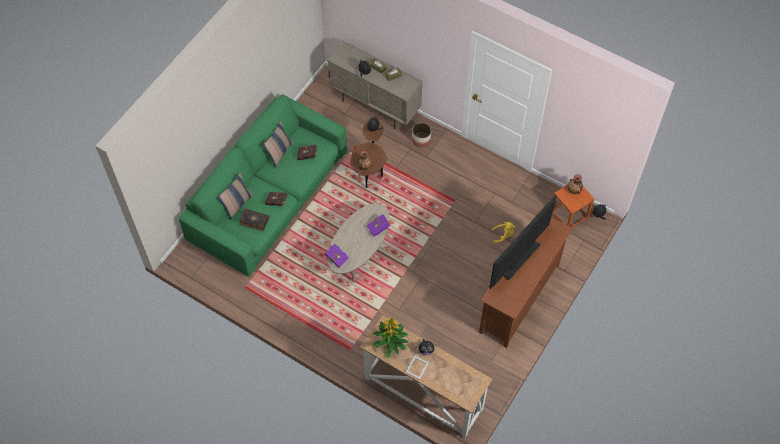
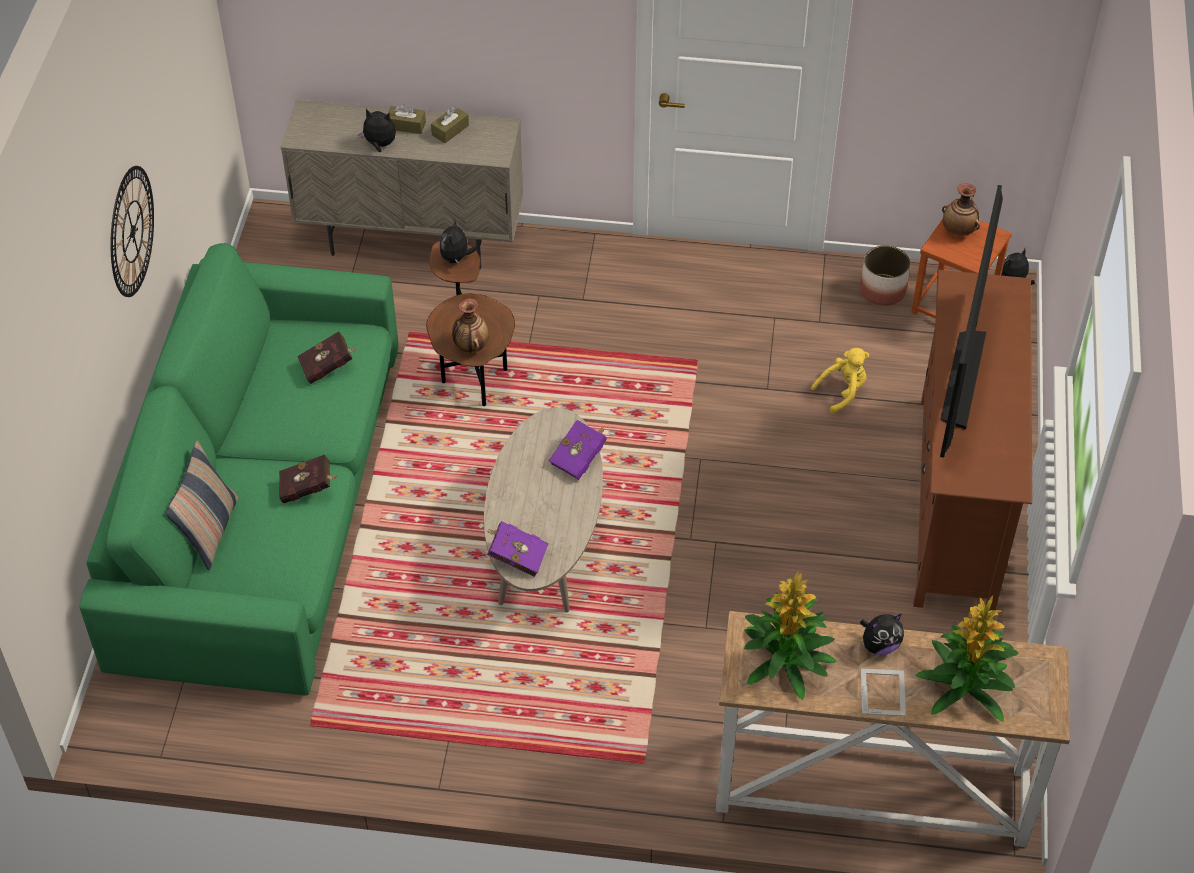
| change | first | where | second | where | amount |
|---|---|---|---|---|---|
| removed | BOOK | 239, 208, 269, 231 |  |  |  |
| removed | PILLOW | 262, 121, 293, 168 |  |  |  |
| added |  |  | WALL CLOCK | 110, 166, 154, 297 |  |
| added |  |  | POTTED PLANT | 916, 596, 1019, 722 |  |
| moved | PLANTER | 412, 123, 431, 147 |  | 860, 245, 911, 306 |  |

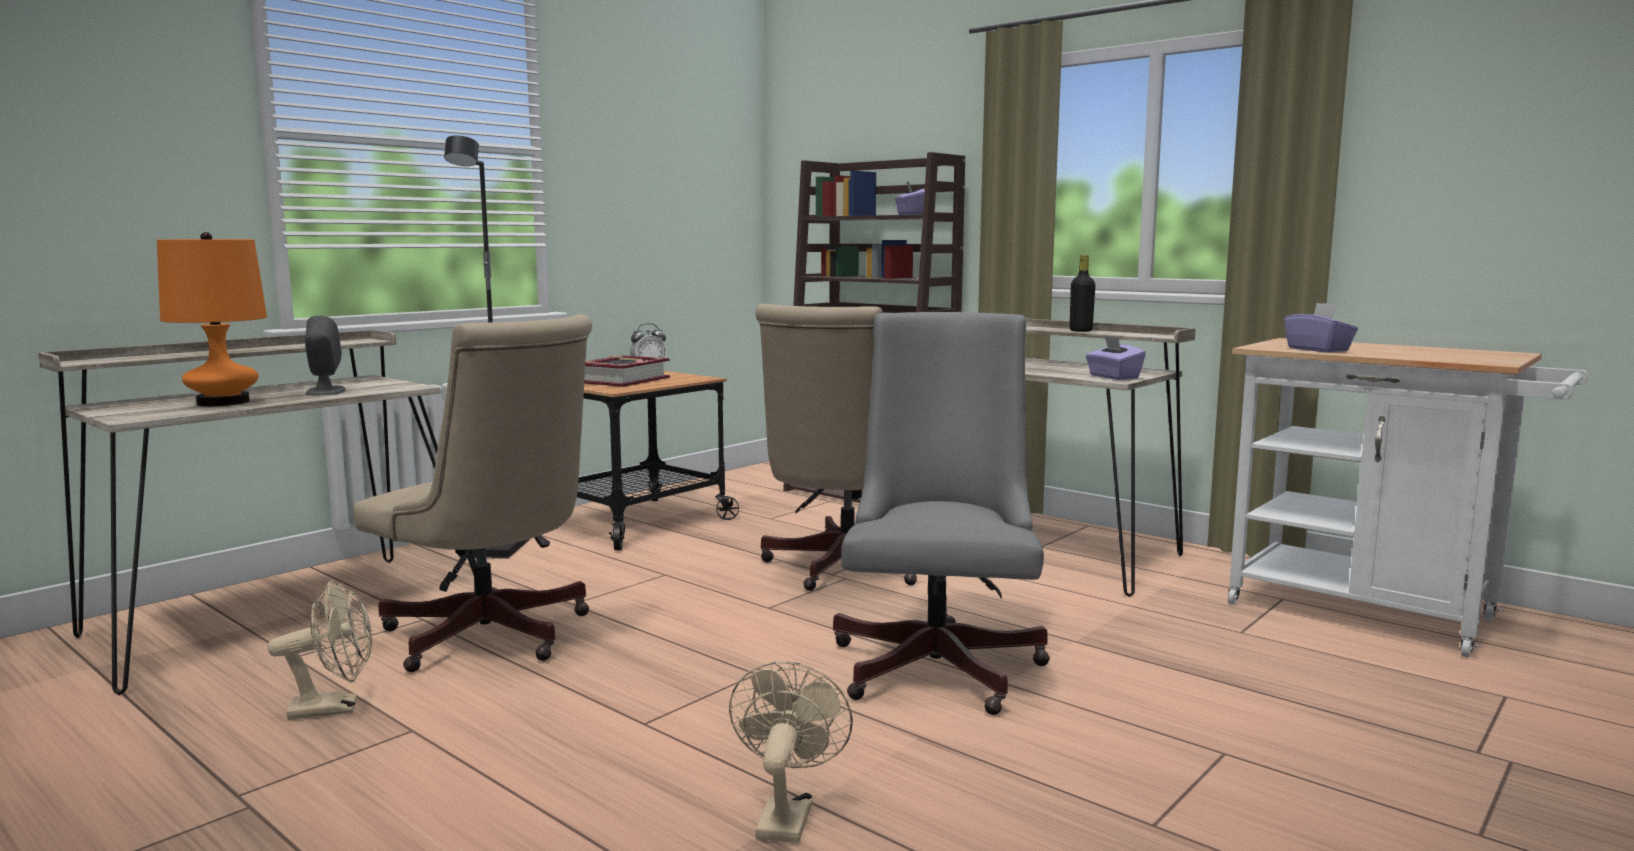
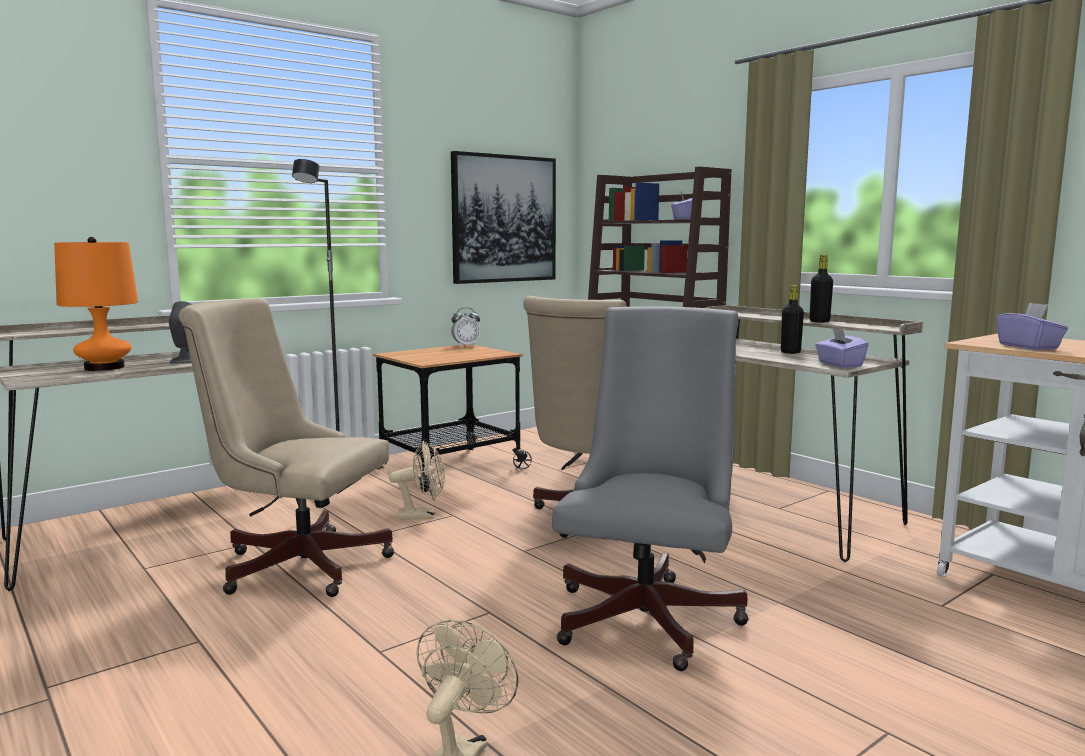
| change | first | where | second | where | amount |
|---|---|---|---|---|---|
| removed | BOOK | 584, 355, 670, 387 |  |  |  |
| added |  |  | PICTURE | 451, 151, 556, 284 |  |
| added |  |  | BLACK BOTTLE | 781, 285, 804, 354 |  |
| moved | BEIGE FAN | 268, 580, 372, 720 |  | 389, 441, 445, 520 |  |
| turned | BEIGE OFFICE CHAIR | 353, 314, 592, 672 |  | 179, 298, 394, 597 | 150 degrees clockwise |

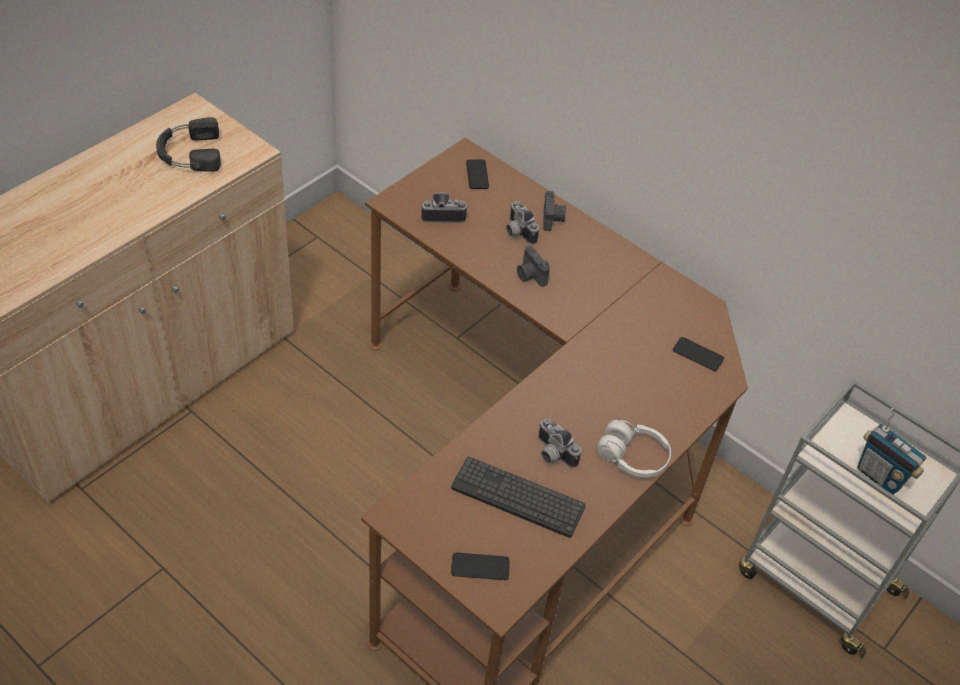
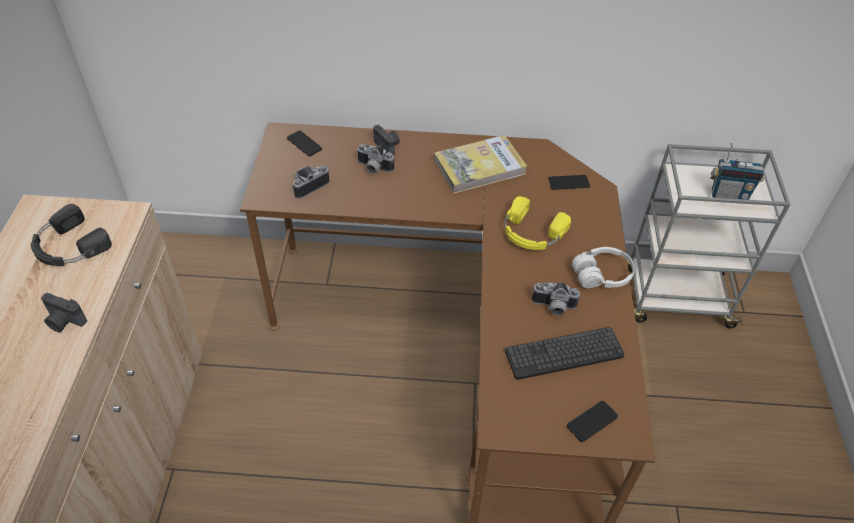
| change | first | where | second | where | amount |
|---|---|---|---|---|---|
| added |  |  | BOOK | 434, 135, 527, 194 |  |
| added |  |  | YELLOW HEADPHONES | 505, 196, 571, 250 |  |
| moved | PHOTO CAMERA | 517, 245, 550, 287 |  | 41, 293, 87, 332 |  |

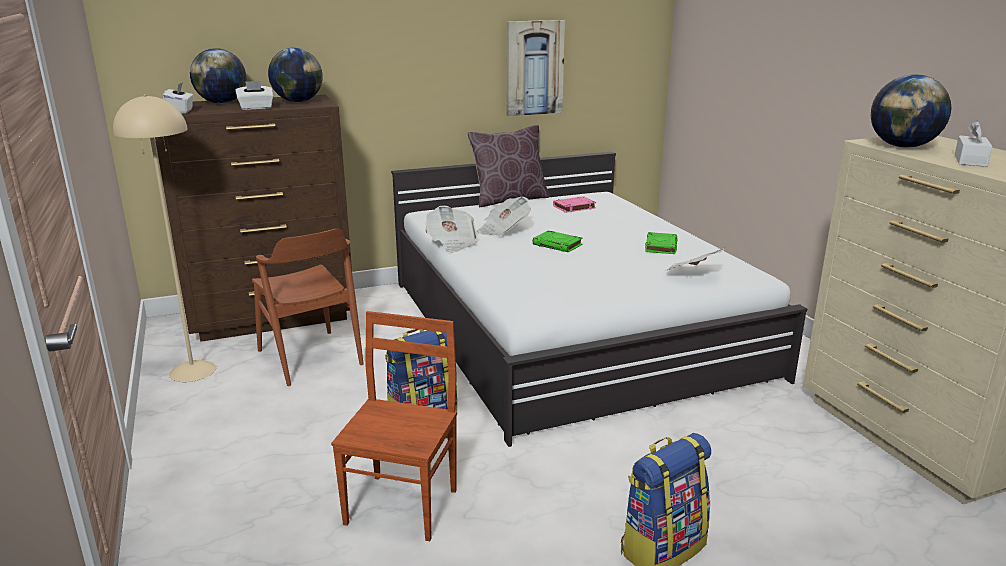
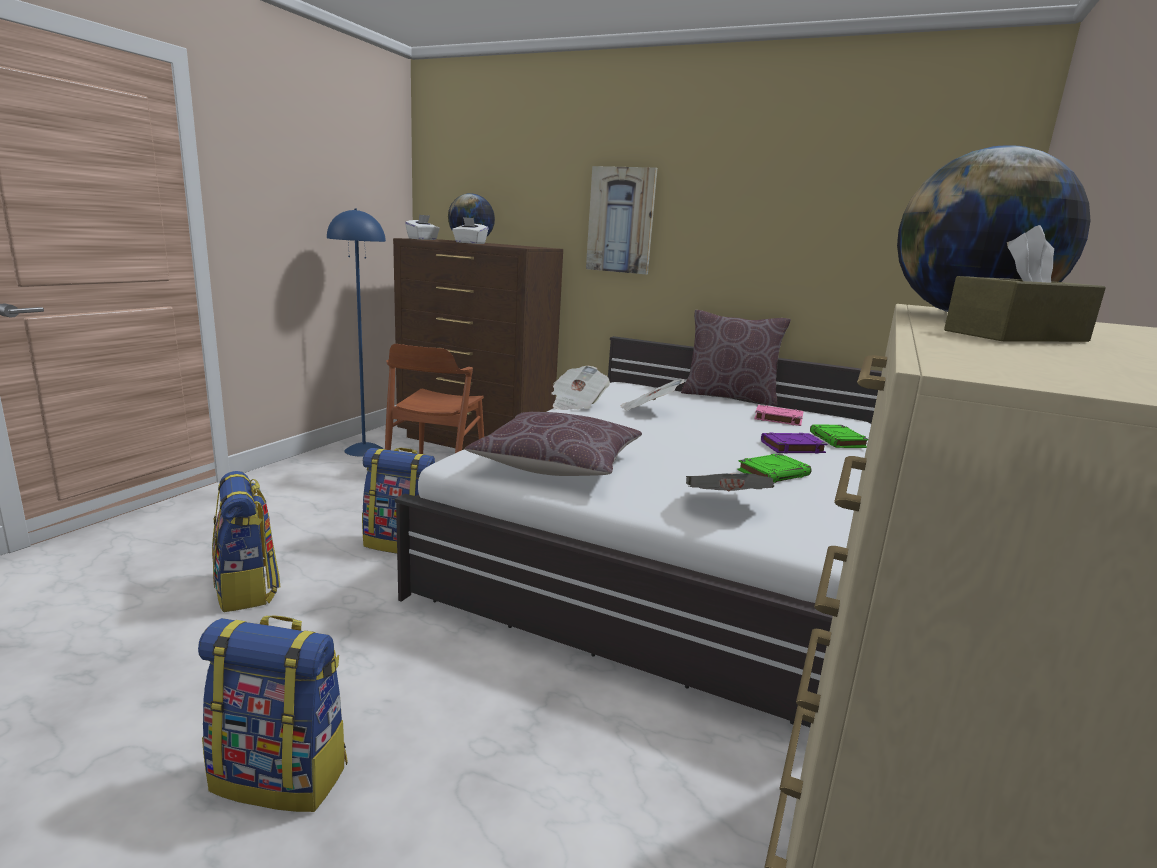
| change | first | where | second | where | amount |
|---|---|---|---|---|---|
| removed | GLOBE | 268, 48, 323, 102 |  |  |  |
| added |  |  | BROWN PILLOW | 465, 412, 642, 476 |  |
| added |  |  | PURPLE BOOK | 761, 432, 827, 454 |  |
| moved | PICTURE | 507, 20, 565, 116 |  | 586, 166, 658, 274 |  |
| moved | GREEN BOOK | 532, 231, 583, 252 |  | 810, 424, 868, 448 |  |
| replaced | BROWN CHAIR | 331, 311, 457, 541 | BACKPACK | 212, 471, 280, 612 |  |
| recoloured | BEIGE FLOOR LAMP | 113, 94, 216, 382 | BLUE FLOOR LAMP | 327, 208, 386, 457 |  |
| recoloured | WHITE TISSUE BOX | 955, 120, 993, 167 | BROWN TISSUE BOX | 944, 225, 1106, 342 |  |

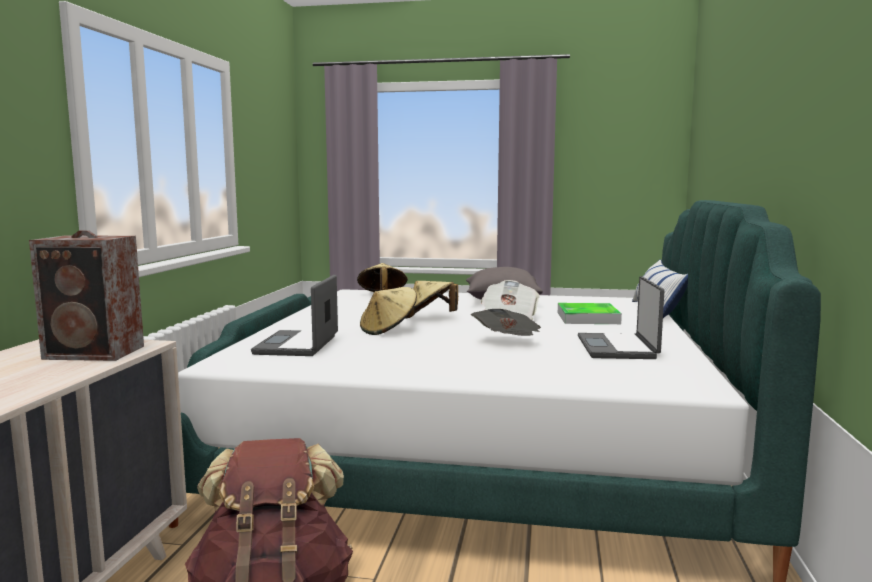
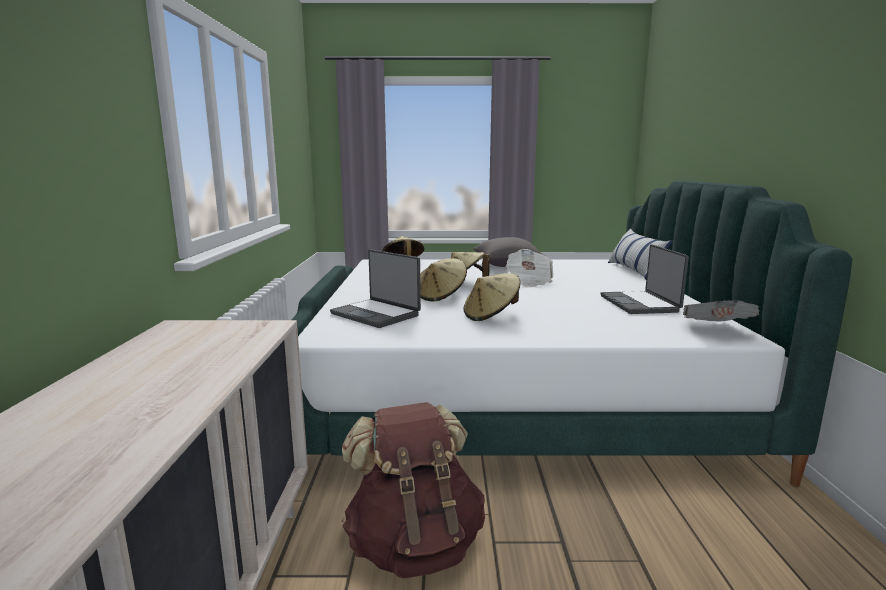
| change | first | where | second | where | amount |
|---|---|---|---|---|---|
| removed | SPEAKER | 29, 230, 144, 361 |  |  |  |
| removed | TRAY | 558, 303, 622, 324 |  |  |  |
| added |  |  | BEIGE HAT | 463, 273, 521, 321 |  |
| moved | NEWSPAPER | 471, 309, 540, 336 |  | 683, 300, 759, 321 |  |
| turned | LAPTOP | 251, 275, 338, 356 |  | 330, 250, 421, 328 | 45 degrees counterclockwise |

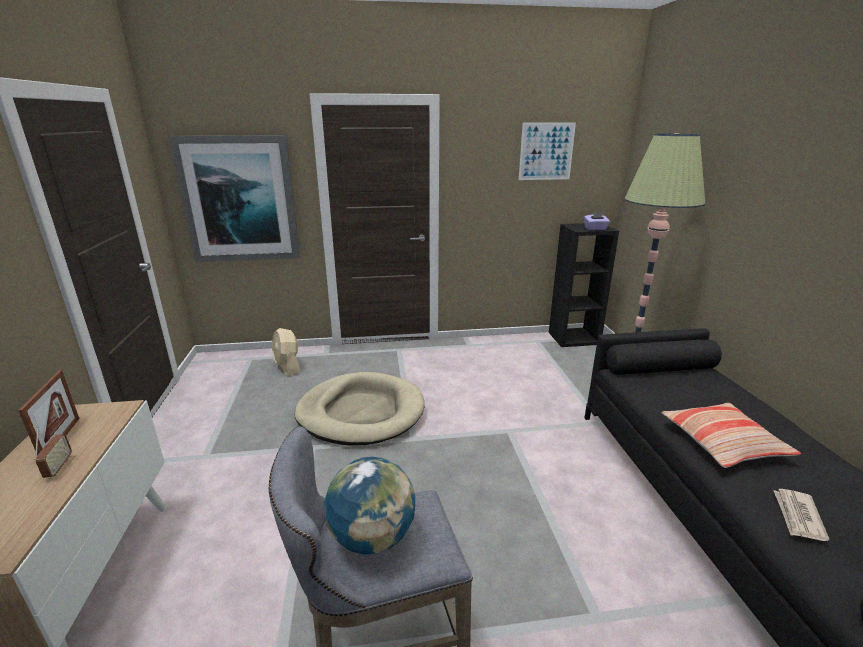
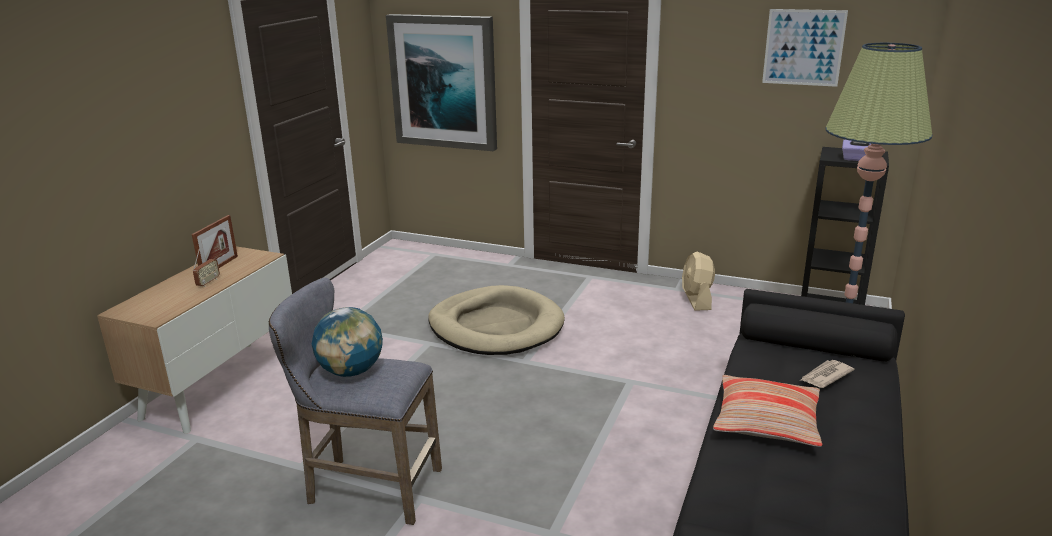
| change | first | where | second | where | amount |
|---|---|---|---|---|---|
| moved | BEIGE FAN | 272, 328, 301, 376 |  | 682, 251, 715, 311 |  |
| moved | NEWSPAPER | 773, 489, 830, 541 |  | 800, 360, 854, 388 |  |

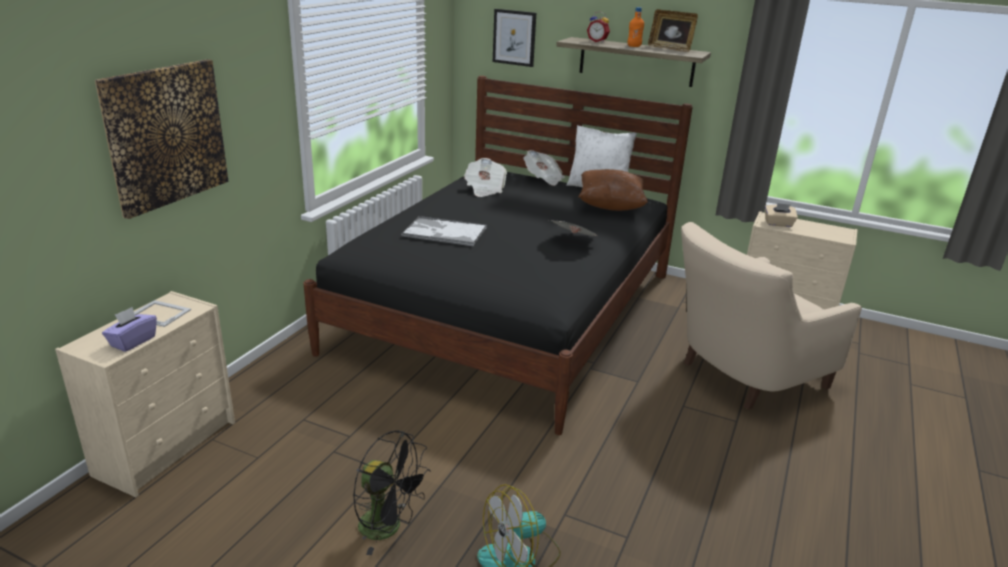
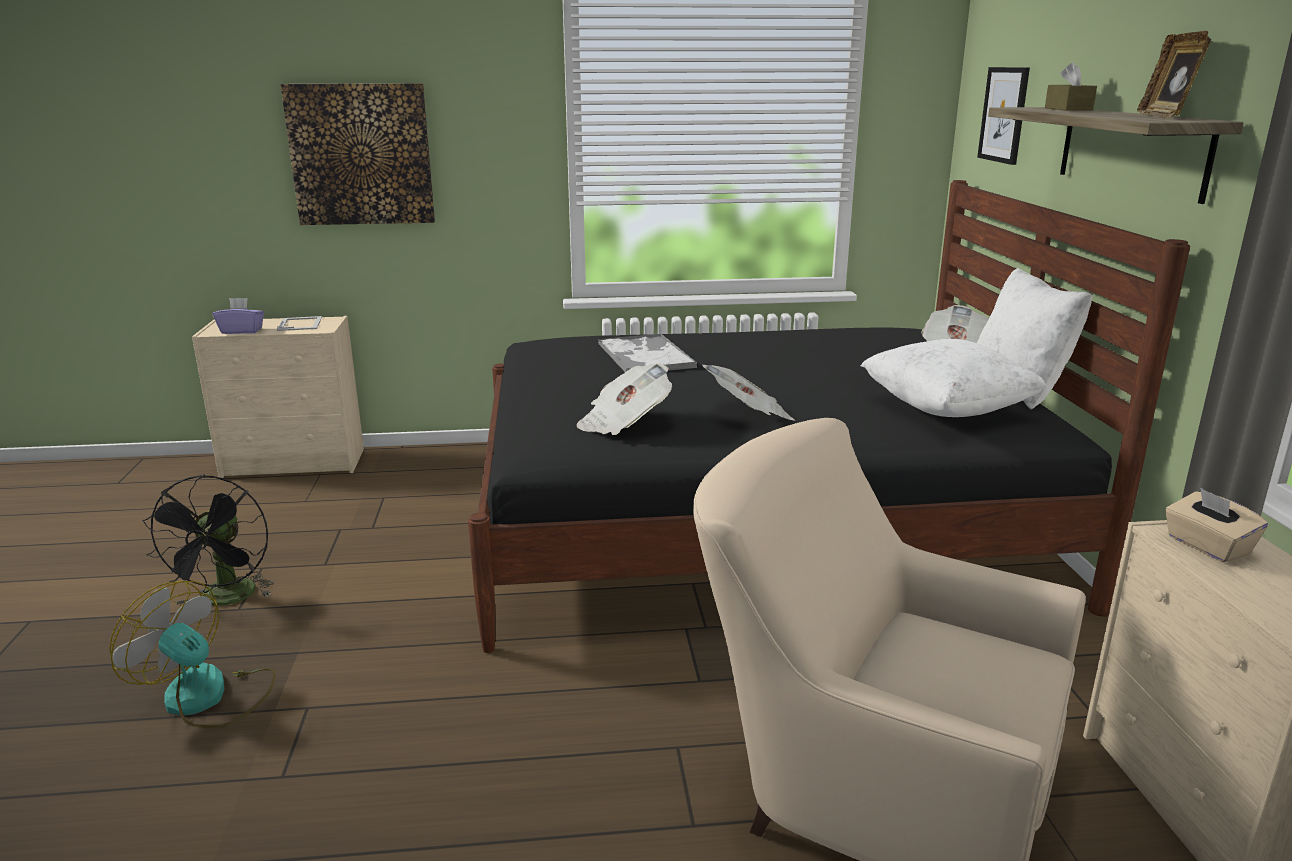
| change | first | where | second | where | amount |
|---|---|---|---|---|---|
| removed | ORANGE BOTTLE | 627, 7, 644, 47 |  |  |  |
| moved | NEWSPAPER | 464, 158, 507, 197 |  | 576, 363, 672, 435 |  |
| replaced | ALARM CLOCK | 587, 11, 610, 43 | BROWN TISSUE BOX | 1045, 62, 1097, 111 |  |
| recoloured | BROWN PILLOW | 579, 169, 648, 211 | WHITE PILLOW | 861, 339, 1046, 417 |  |

